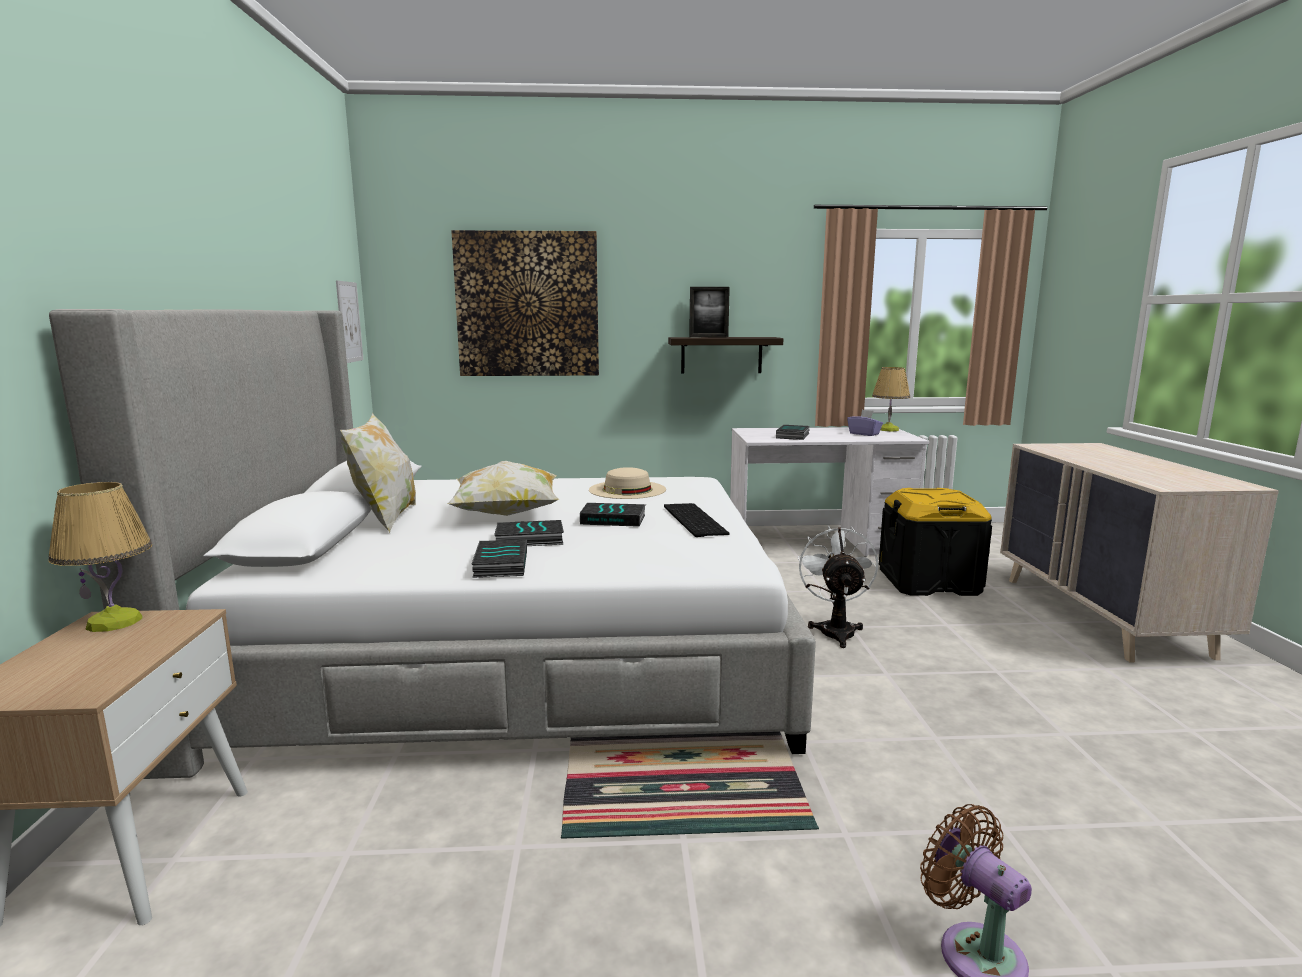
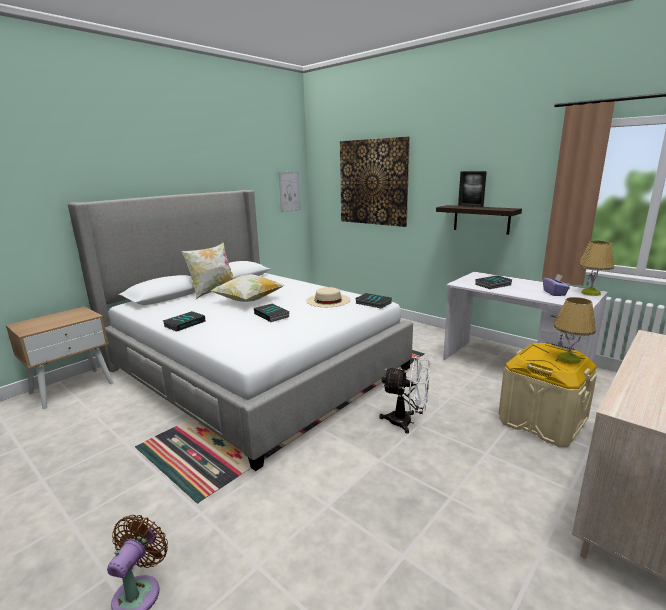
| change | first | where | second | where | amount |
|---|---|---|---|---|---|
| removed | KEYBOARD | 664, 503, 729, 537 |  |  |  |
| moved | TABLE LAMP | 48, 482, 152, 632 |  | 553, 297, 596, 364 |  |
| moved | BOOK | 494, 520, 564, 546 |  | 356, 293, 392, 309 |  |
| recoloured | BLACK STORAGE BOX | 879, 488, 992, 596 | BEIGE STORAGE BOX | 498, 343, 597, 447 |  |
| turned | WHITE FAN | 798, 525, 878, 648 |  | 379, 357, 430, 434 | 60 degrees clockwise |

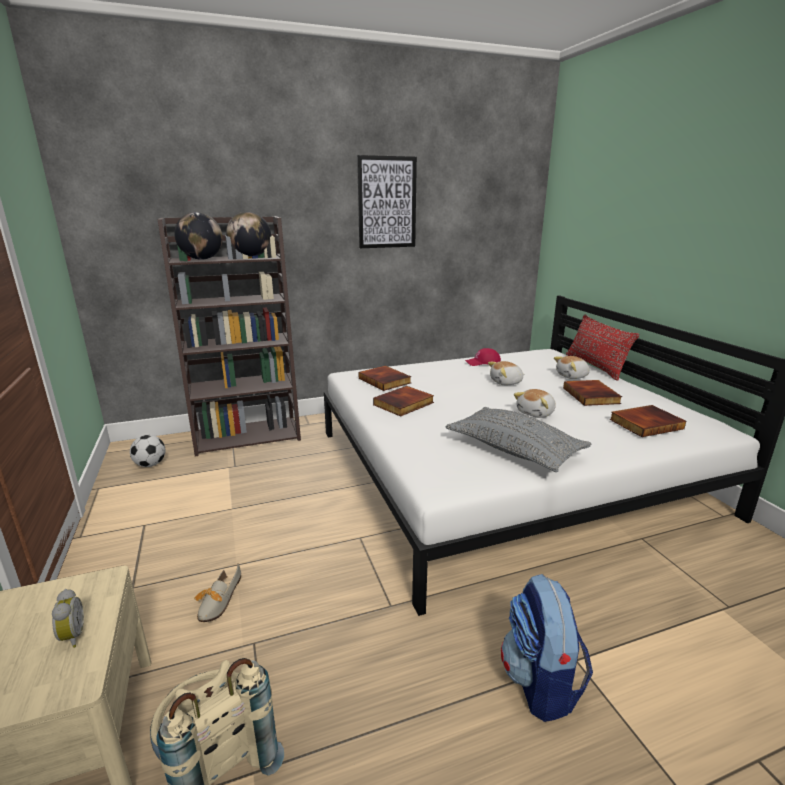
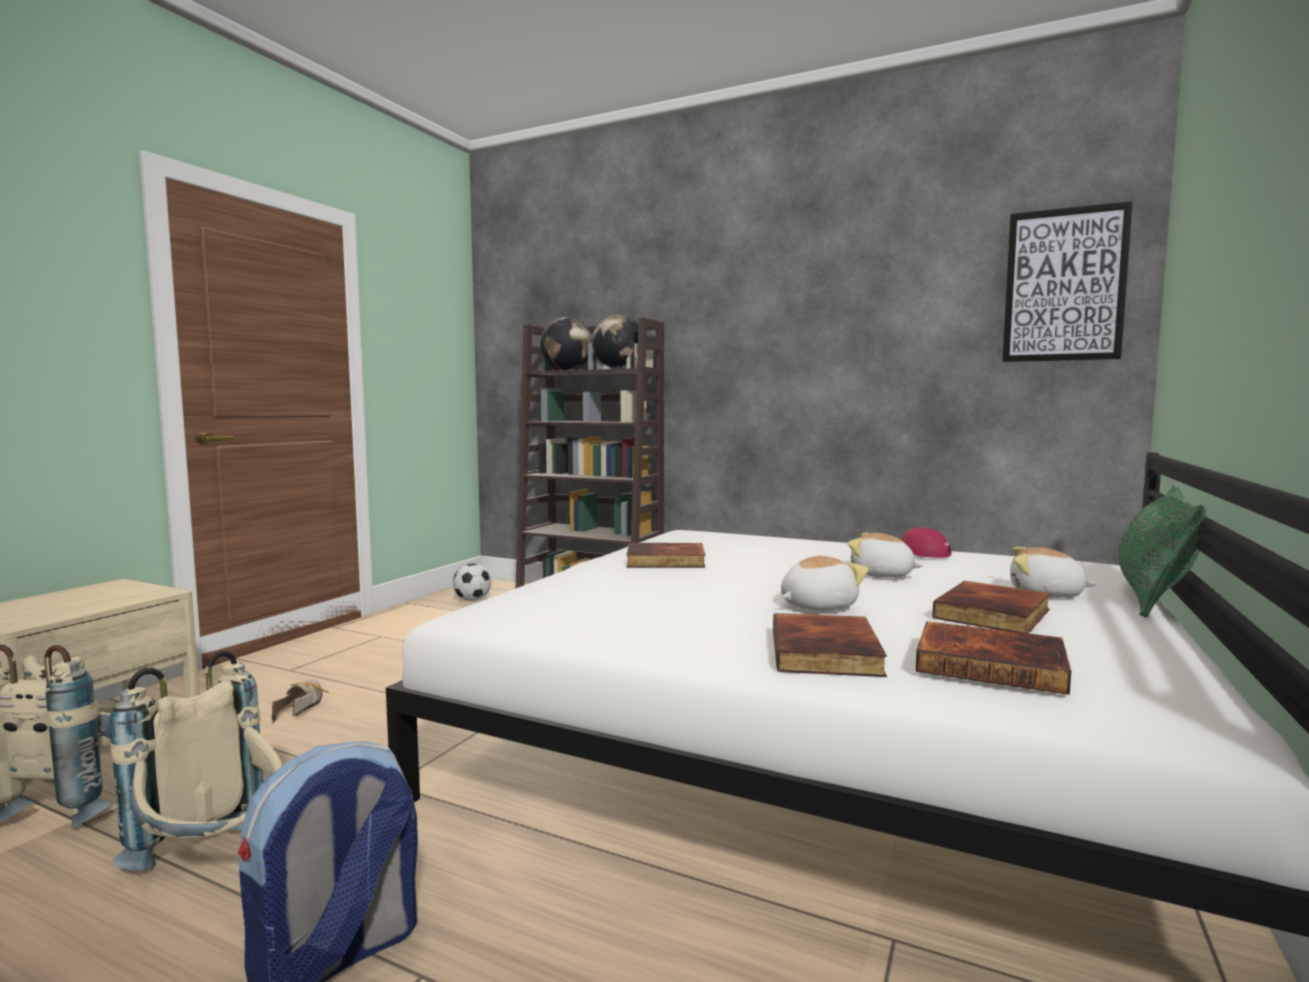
| change | first | where | second | where | amount |
|---|---|---|---|---|---|
| removed | ALARM CLOCK | 52, 589, 84, 648 |  |  |  |
| removed | GREY PILLOW | 446, 407, 591, 472 |  |  |  |
| added |  |  | BEIGE BACKPACK | 109, 650, 283, 871 |  |
| moved | PICTURE | 357, 155, 417, 248 |  | 1002, 201, 1133, 362 |  |
| moved | BOOK | 359, 366, 411, 391 |  | 773, 613, 887, 677 |  |
| recoloured | RED PILLOW | 566, 314, 639, 381 | GREEN PILLOW | 1118, 485, 1206, 617 |  |
| turned | SHOE | 194, 563, 241, 622 |  | 271, 680, 329, 723 | 120 degrees clockwise |
| turned | PLUSH TOY | 514, 389, 556, 418 |  | 781, 555, 868, 611 | 150 degrees clockwise |

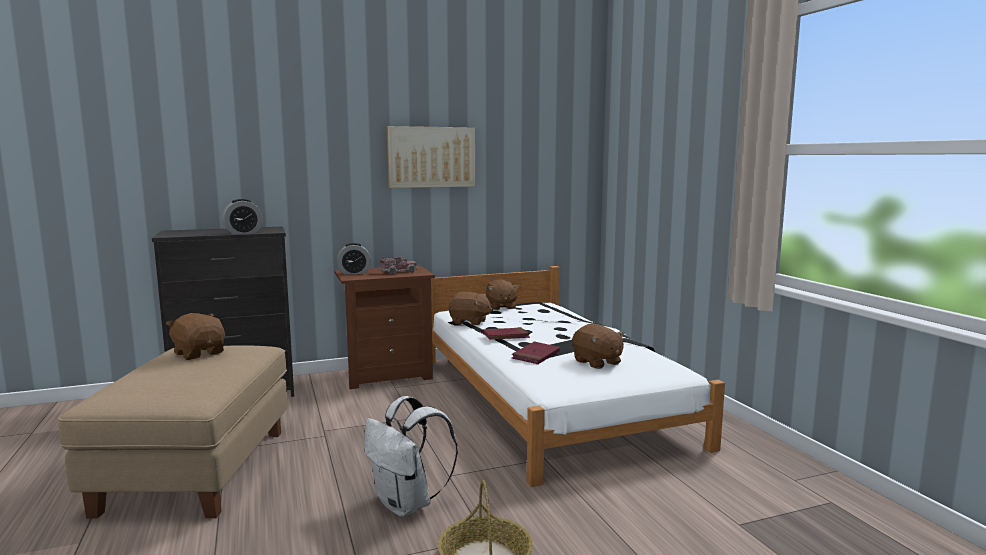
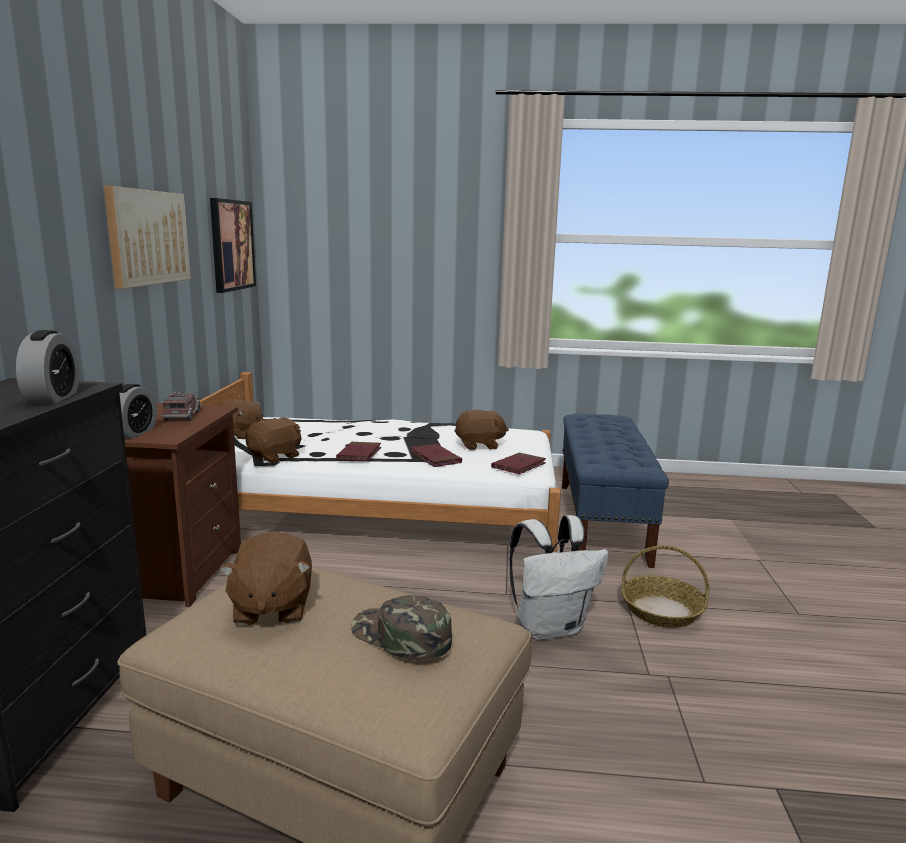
| change | first | where | second | where | amount |
|---|---|---|---|---|---|
| added |  |  | PICTURE | 210, 198, 256, 293 |  |
| added |  |  | GREEN CAP | 351, 595, 452, 661 |  |
| added |  |  | RED BOOK | 491, 453, 546, 474 |  |
| added |  |  | BLUE BENCH | 562, 414, 669, 568 |  |
| turned | BROWN PLUSH TOY | 166, 313, 225, 360 |  | 219, 531, 312, 626 | 75 degrees counterclockwise |

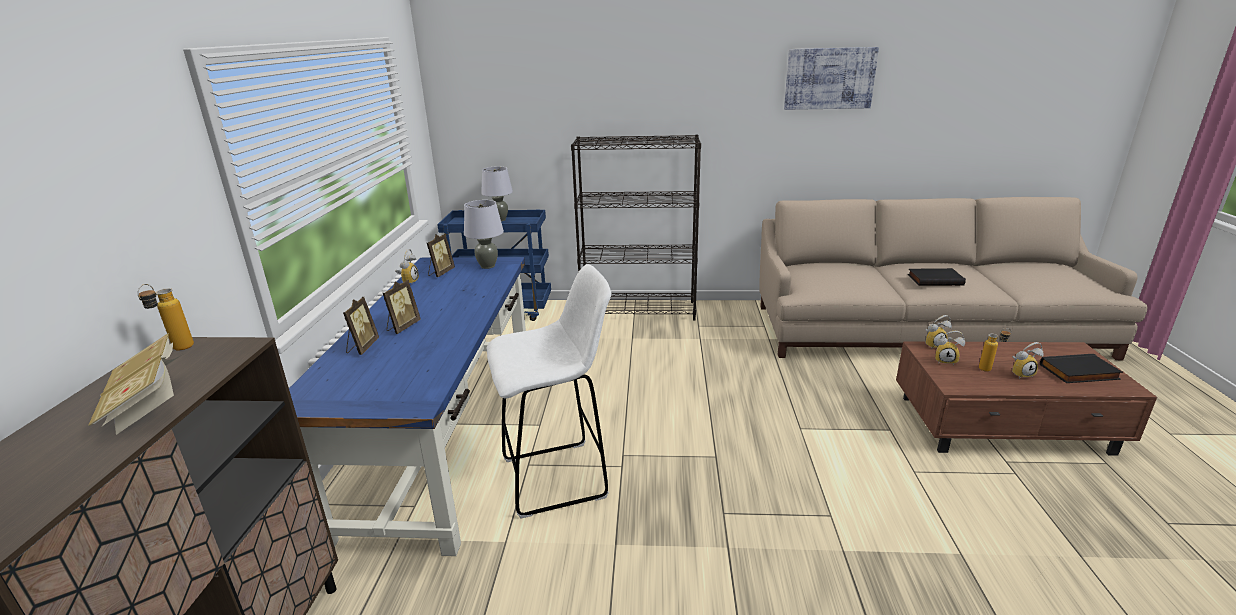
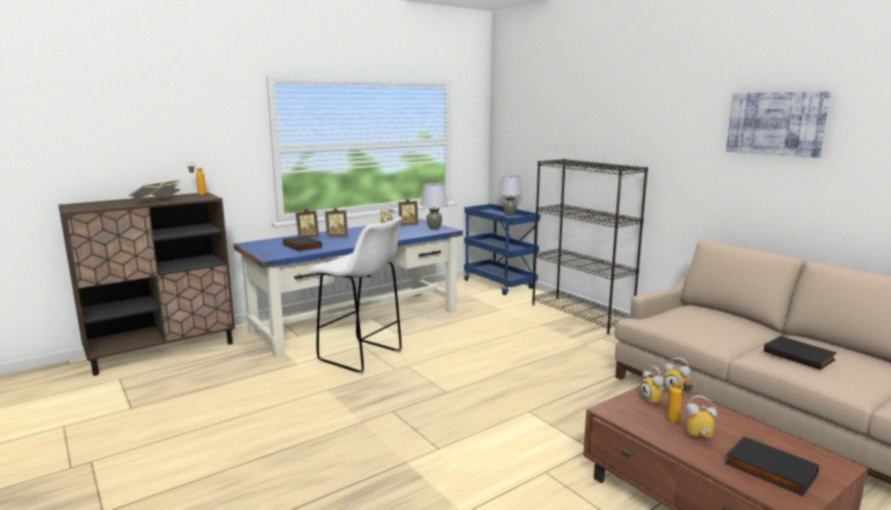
| change | first | where | second | where | amount |
|---|---|---|---|---|---|
| added |  |  | BLACK BOOK | 282, 235, 322, 251 |  |
| turned | ALARM CLOCK | 1012, 342, 1044, 379 |  | 685, 395, 717, 440 | 150 degrees clockwise |

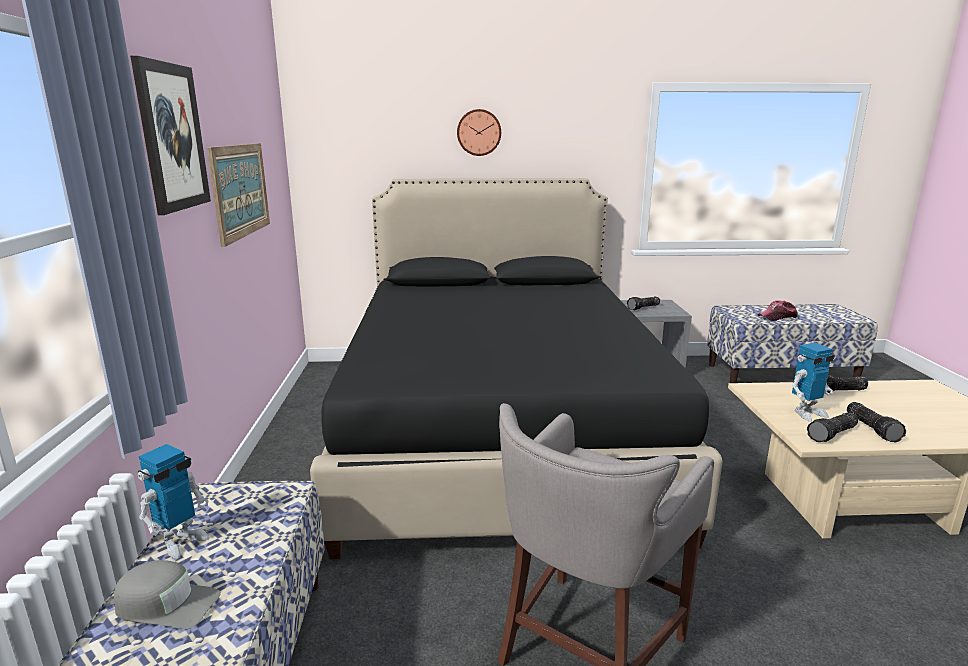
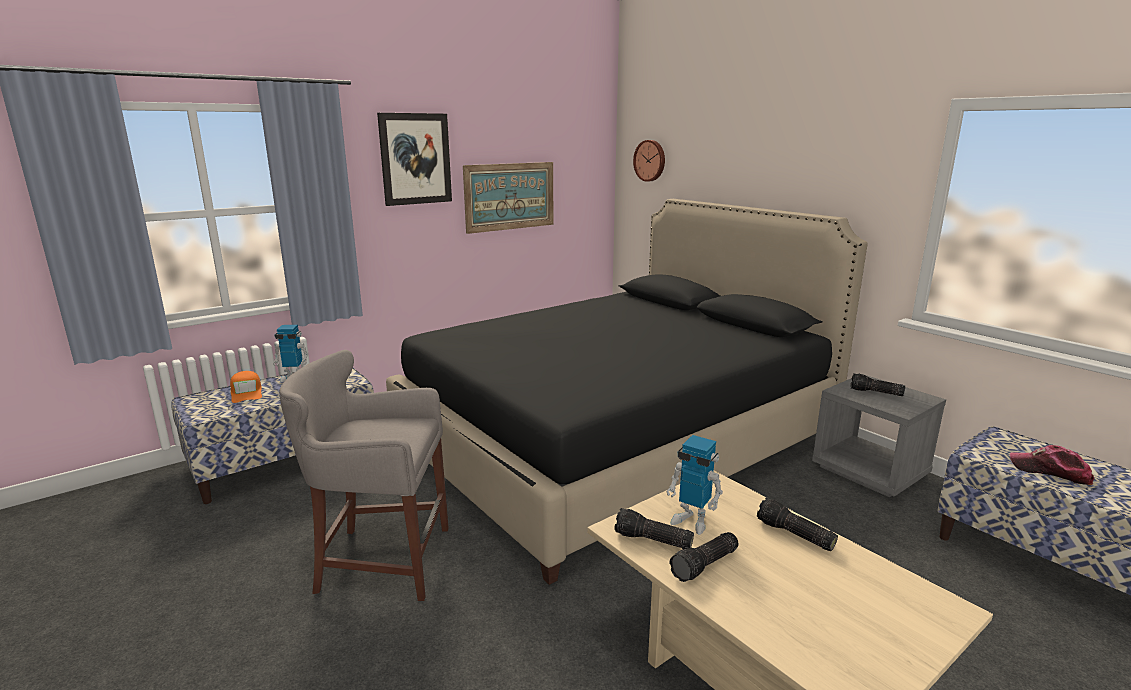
| change | first | where | second | where | amount |
|---|---|---|---|---|---|
| moved | WALL CLOCK | 457, 109, 501, 156 |  | 633, 140, 665, 182 |  |
| recoloured | GREY CAP | 114, 560, 221, 629 | ORANGE CAP | 230, 371, 262, 403 |  |

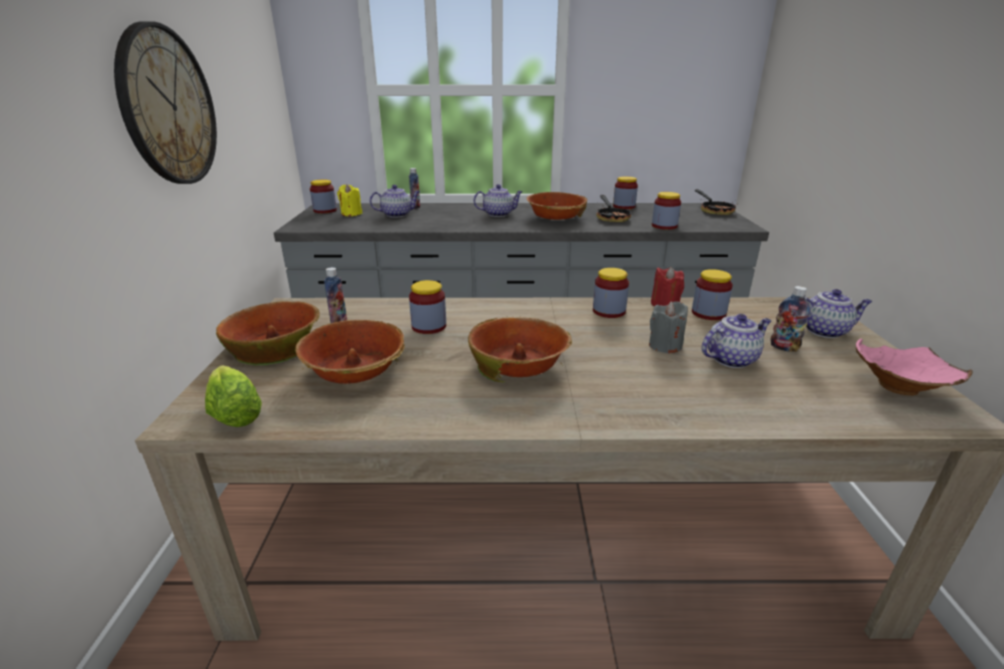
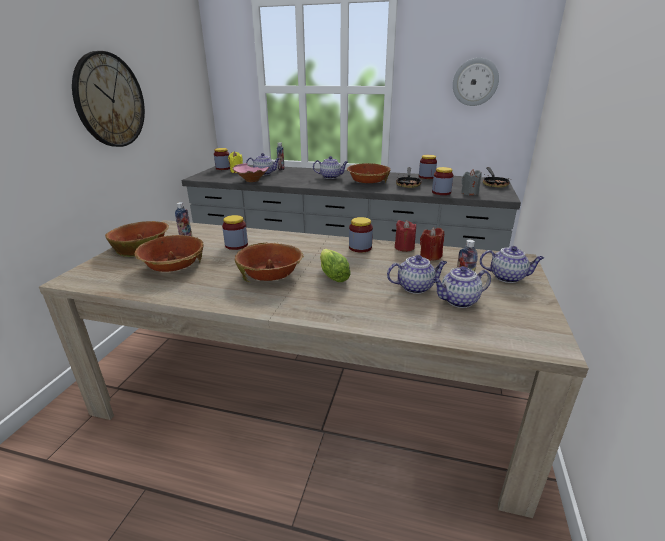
| change | first | where | second | where | amount |
|---|---|---|---|---|---|
| added |  |  | TEAPOT | 433, 266, 491, 308 |  |
| added |  |  | WALL CLOCK | 453, 58, 499, 106 |  |
| moved | LETTUCE | 205, 365, 262, 427 |  | 320, 249, 350, 282 |  |
| moved | GREY CANDLE | 649, 301, 688, 354 |  | 461, 169, 482, 195 |  |
| moved | PINK BOWL | 856, 339, 973, 395 |  | 232, 163, 269, 182 |  |
| replaced | JAR | 692, 269, 733, 320 | RED CANDLE | 420, 227, 444, 261 |  |

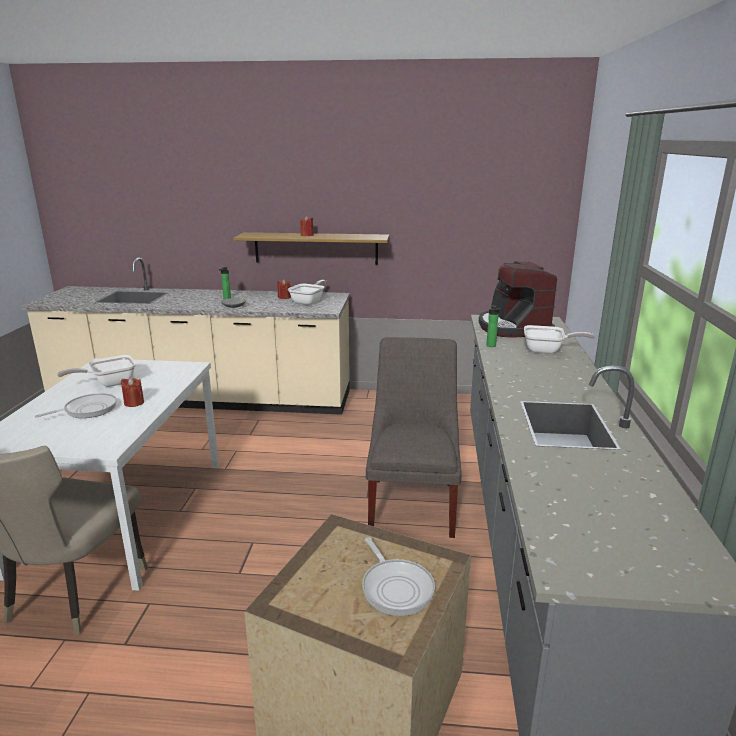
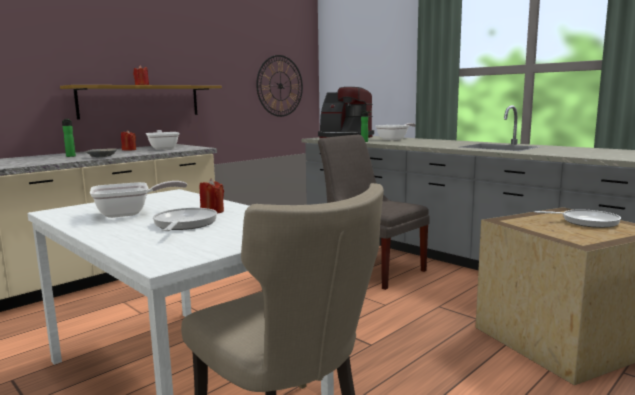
| change | first | where | second | where | amount |
|---|---|---|---|---|---|
| added |  |  | WALL CLOCK | 256, 55, 303, 117 |  |
| turned | FRYING PAN | 57, 355, 136, 387 |  | 90, 181, 187, 218 | 120 degrees counterclockwise |

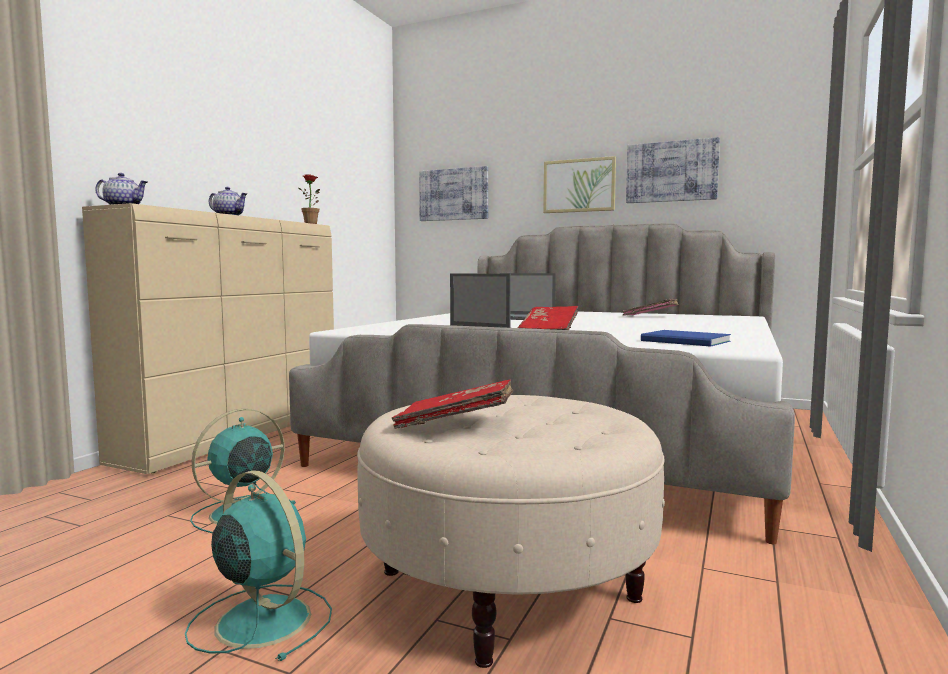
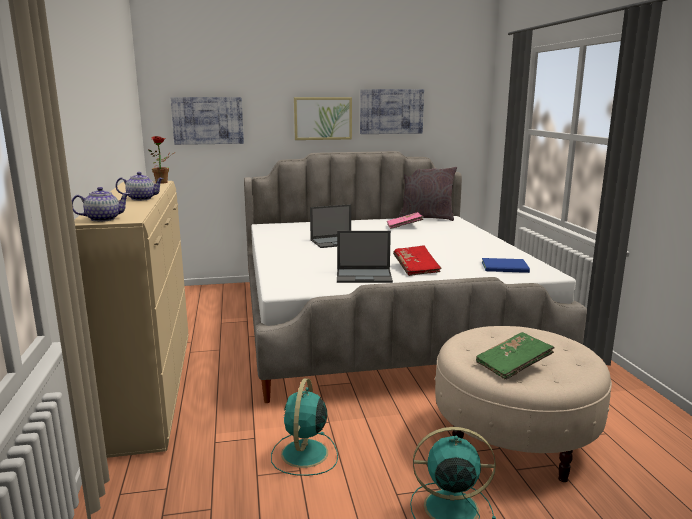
| change | first | where | second | where | amount |
|---|---|---|---|---|---|
| added |  |  | GREY PILLOW | 399, 167, 457, 221 |  |
| recoloured | RED BOOK | 392, 380, 513, 429 | GREEN BOOK | 476, 332, 554, 380 |  |

